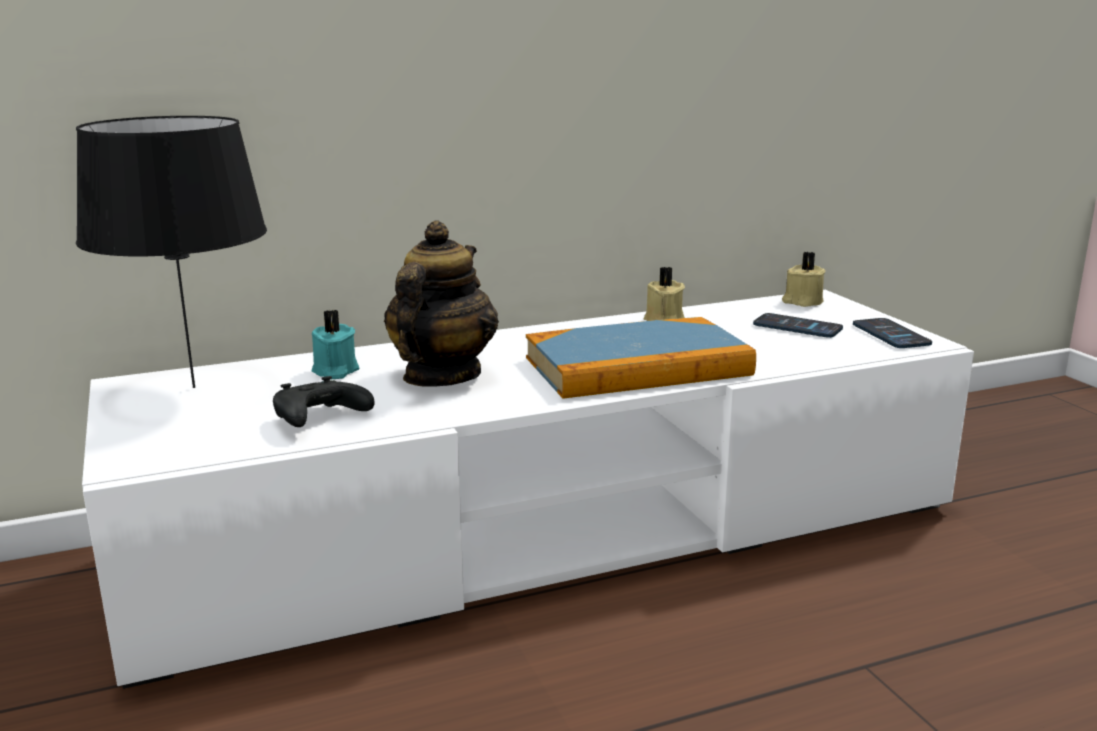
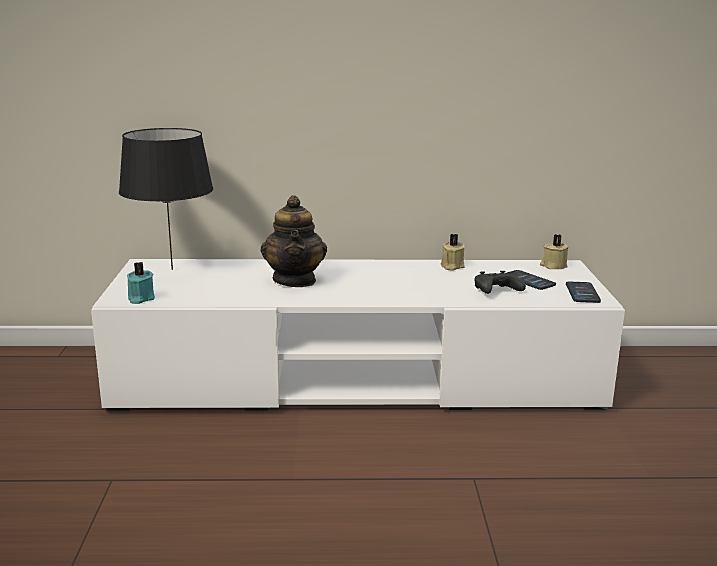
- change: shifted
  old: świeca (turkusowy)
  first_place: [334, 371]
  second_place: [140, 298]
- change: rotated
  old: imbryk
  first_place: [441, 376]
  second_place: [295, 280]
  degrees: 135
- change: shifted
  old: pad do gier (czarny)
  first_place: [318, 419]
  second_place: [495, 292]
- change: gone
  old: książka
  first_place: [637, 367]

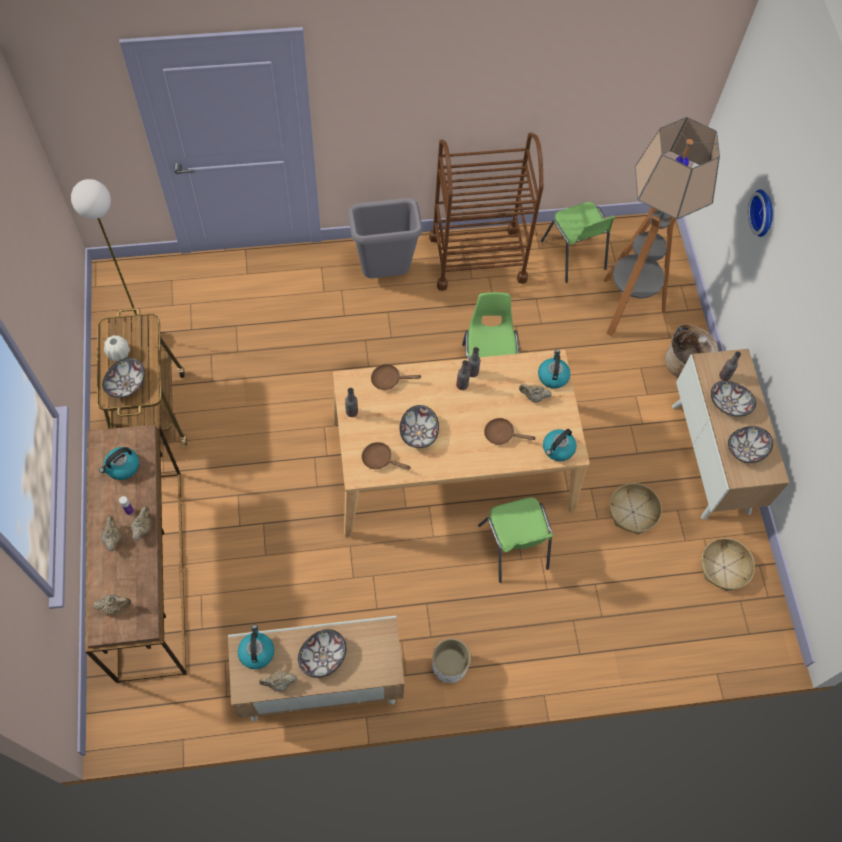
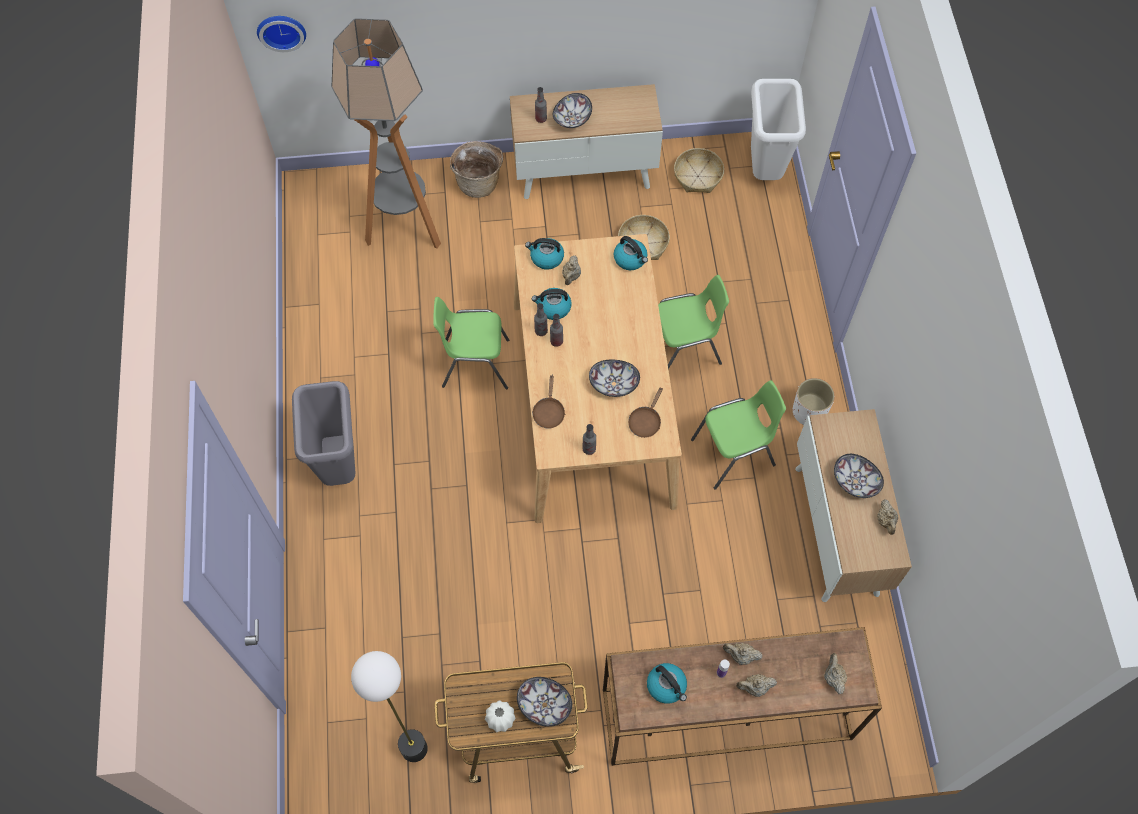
- change: shifted
  old: zegar ścienny
  first_place: [764, 212]
  second_place: [281, 30]
- change: shifted
  old: czajnik
  first_place: [256, 652]
  second_place: [553, 308]
- change: shifted
  old: krzesło (zielony)
  first_place: [574, 255]
  second_place: [734, 453]
- change: new
  new: kosz na śmieci (biały)
  second_place: [765, 170]
- change: gone
  old: wózek (brązowy)
  first_place: [477, 258]
- change: gone
  old: patelnia (brązowy)
  first_place: [502, 434]
- change: gone
  old: miska
  first_place: [745, 449]

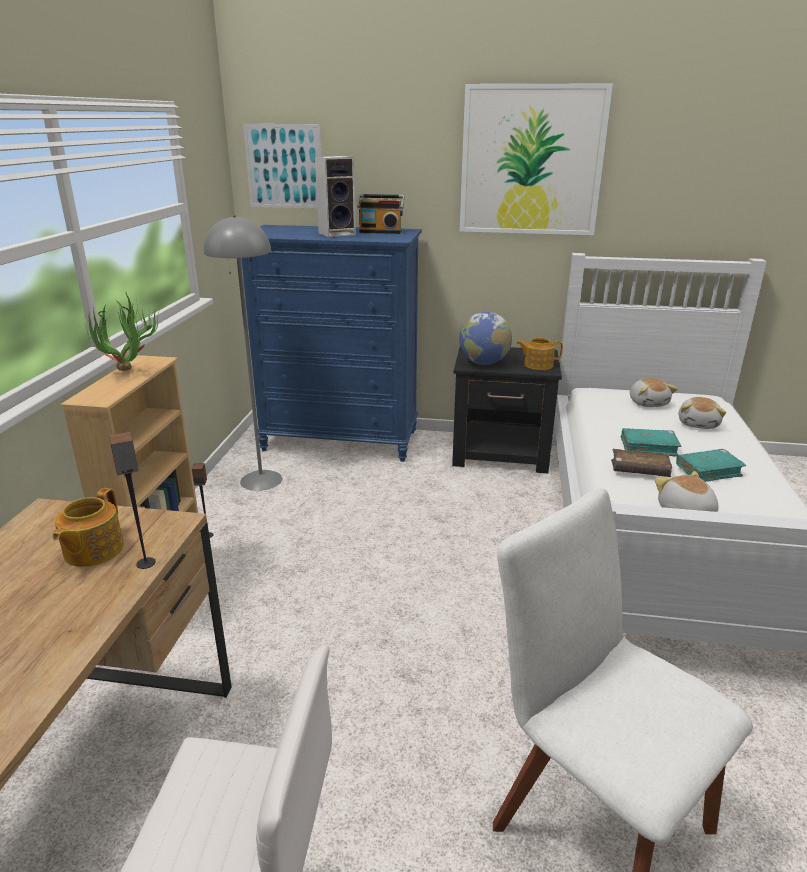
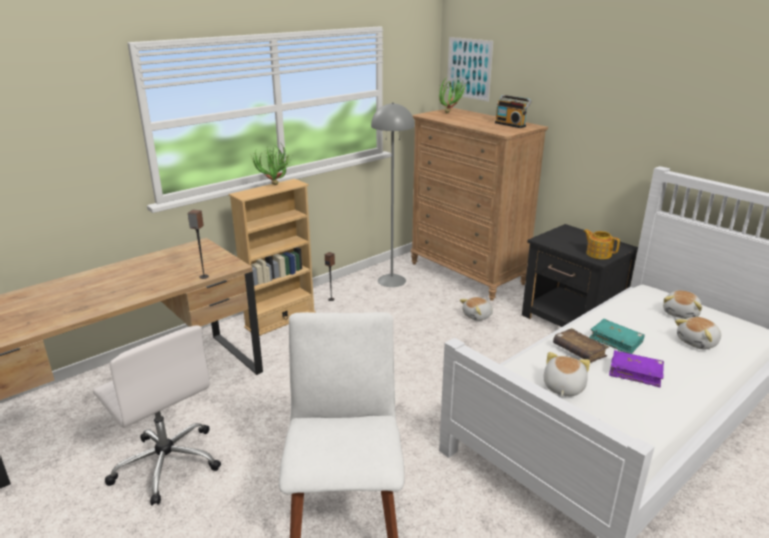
- change: repainted
  old: komoda (niebieski)
  new: komoda (brązowy)
  first_place: [340, 440]
  second_place: [467, 273]
- change: new
  new: roślina doniczkowa
  second_place: [450, 112]
- change: new
  new: pluszak
  second_place: [477, 316]
- change: repainted
  old: książka (turkusowy)
  new: książka (fioletowy)
  first_place: [708, 472]
  second_place: [635, 373]
- change: gone
  old: imbryk
  first_place: [92, 551]
- change: gone
  old: głośnik
  first_place: [338, 234]
- change: gone
  old: globus
  first_place: [483, 363]
- change: gone
  old: obraz
  first_place: [531, 161]

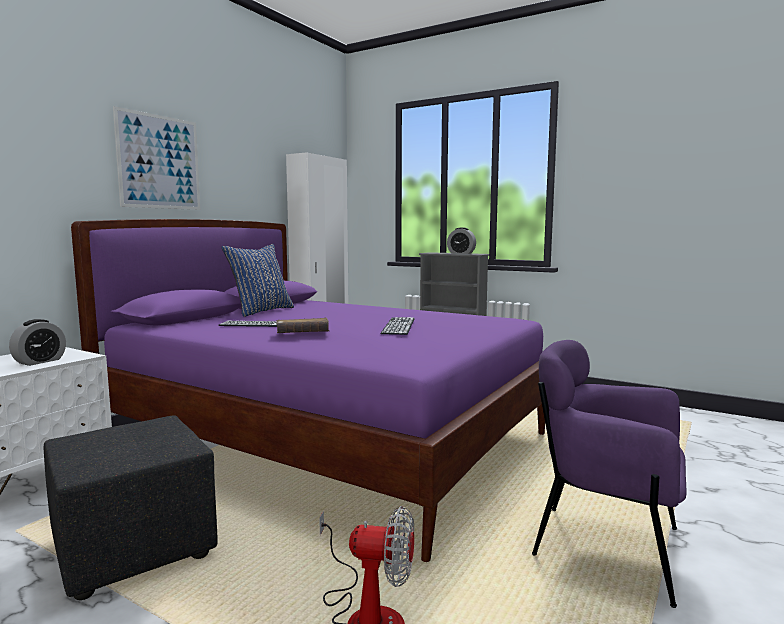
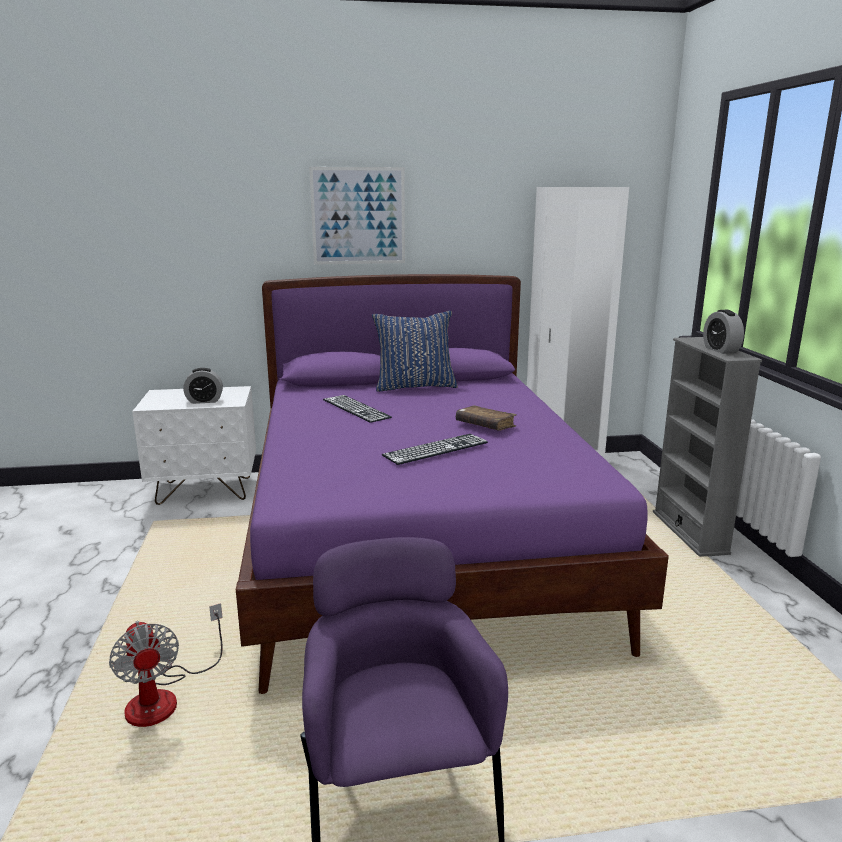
- change: shifted
  old: książka (brązowy)
  first_place: [302, 334]
  second_place: [485, 425]
- change: gone
  old: pufa (czarny)
  first_place: [135, 548]

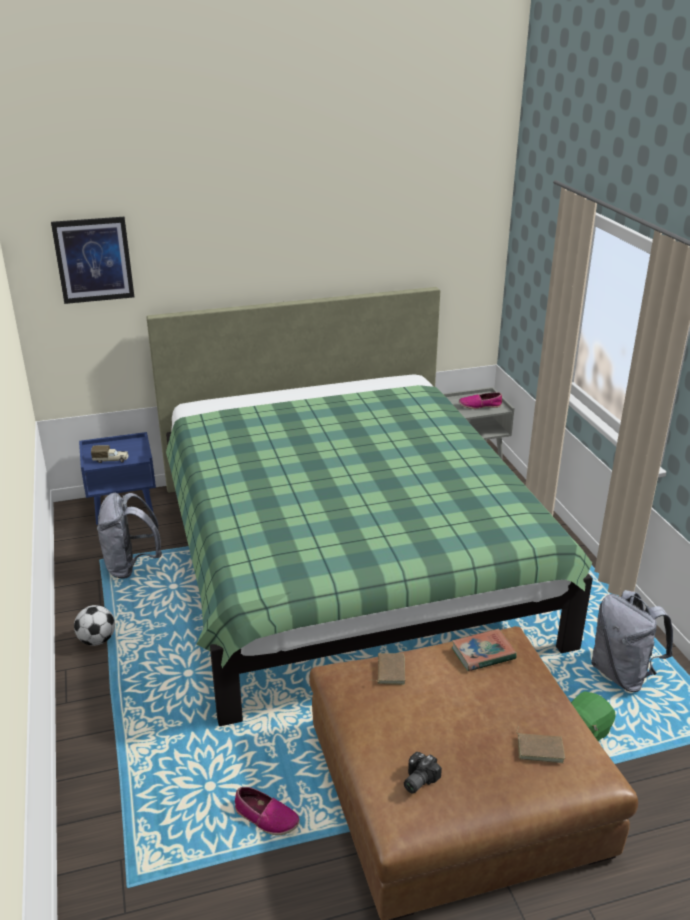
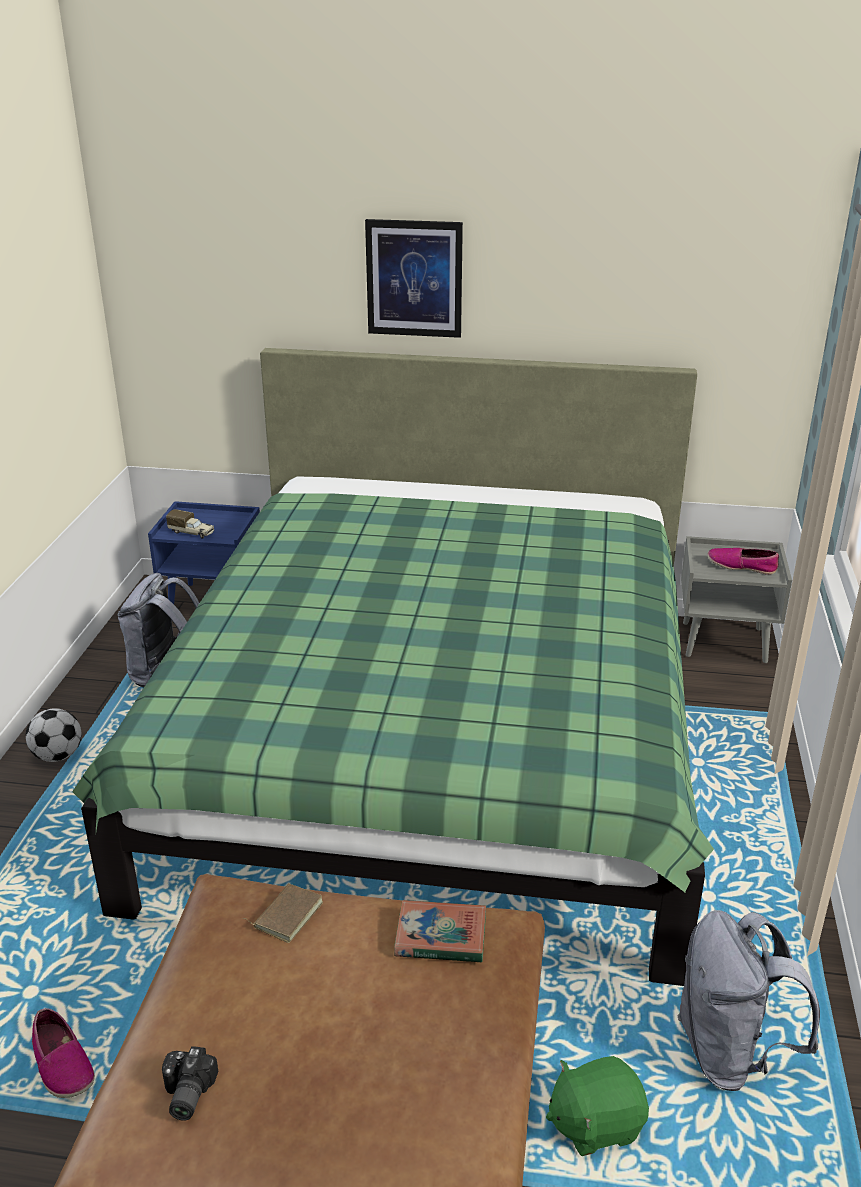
- change: rotated
  old: aparat fotograficzny
  first_place: [417, 780]
  second_place: [185, 1094]
  degrees: -60
- change: shifted
  old: obraz
  first_place: [93, 260]
  second_place: [414, 278]
- change: gone
  old: książka (brązowy)
  first_place: [540, 748]

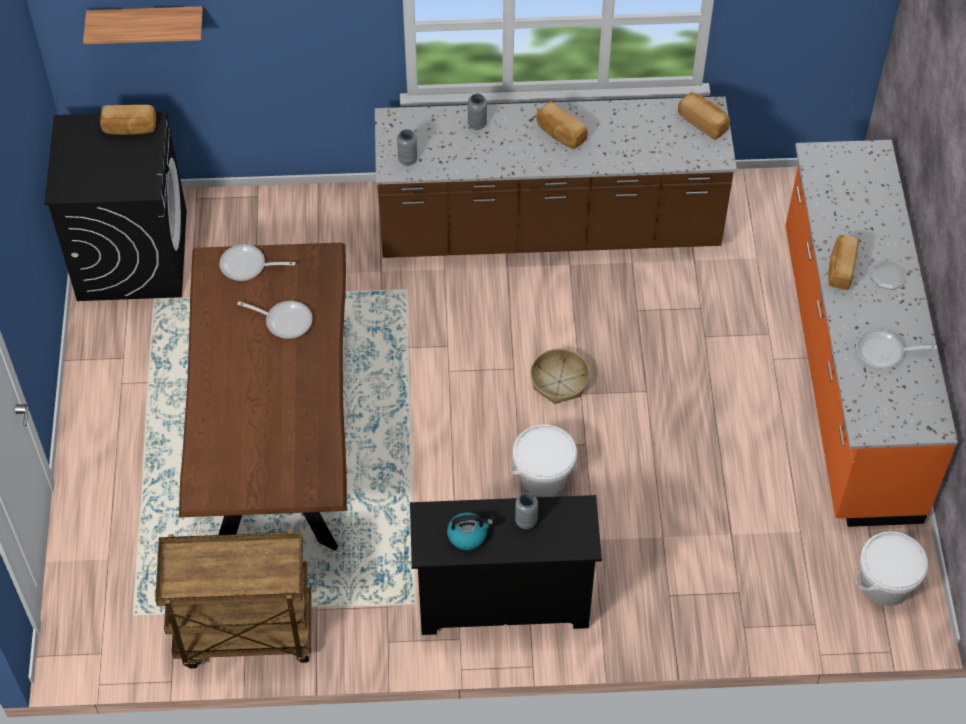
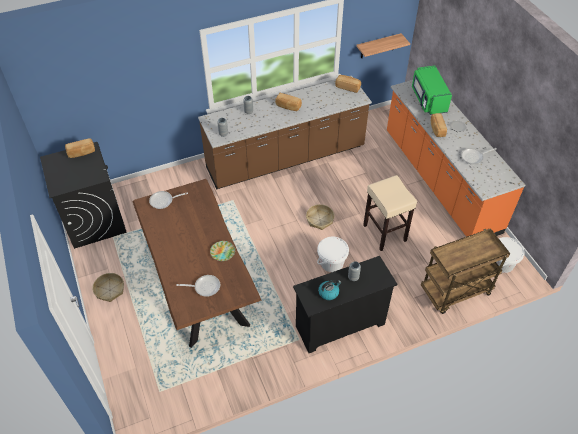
- change: new
  new: koszyk
  second_place: [109, 290]
- change: shifted
  old: patelnia
  first_place: [285, 321]
  second_place: [204, 287]
- change: new
  new: talerz
  second_place: [223, 252]
- change: shifted
  old: półka
  first_place: [147, 22]
  second_place: [378, 46]
- change: new
  new: stołek (beżowy)
  second_place: [384, 232]
- change: new
  new: mikrofalówka (zielony)
  second_place: [428, 100]
- change: shifted
  old: wózek (brązowy)
  first_place: [244, 635]
  second_place: [455, 292]

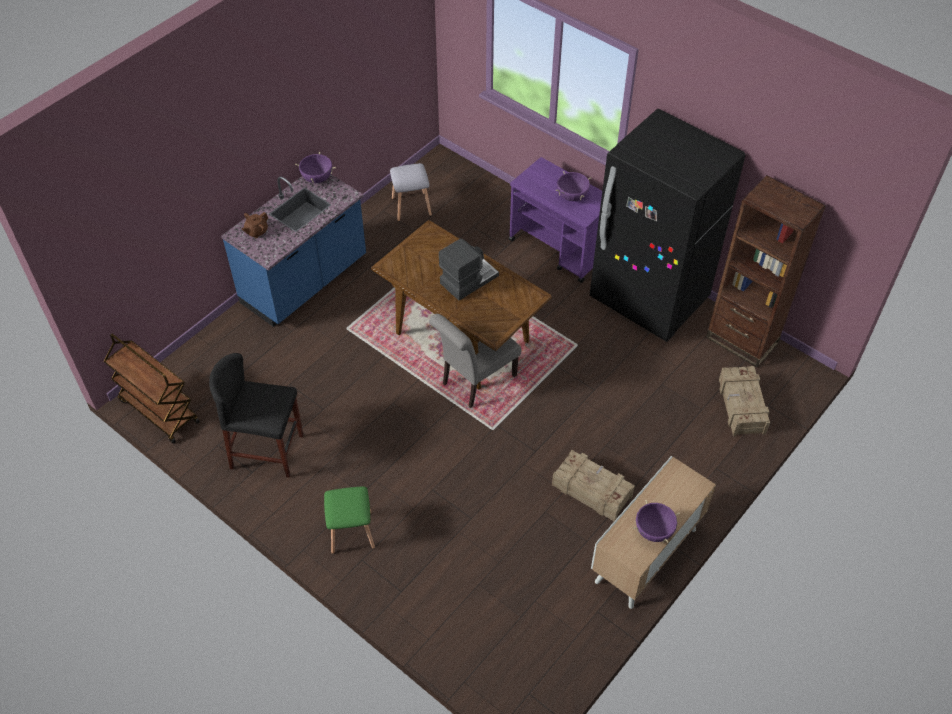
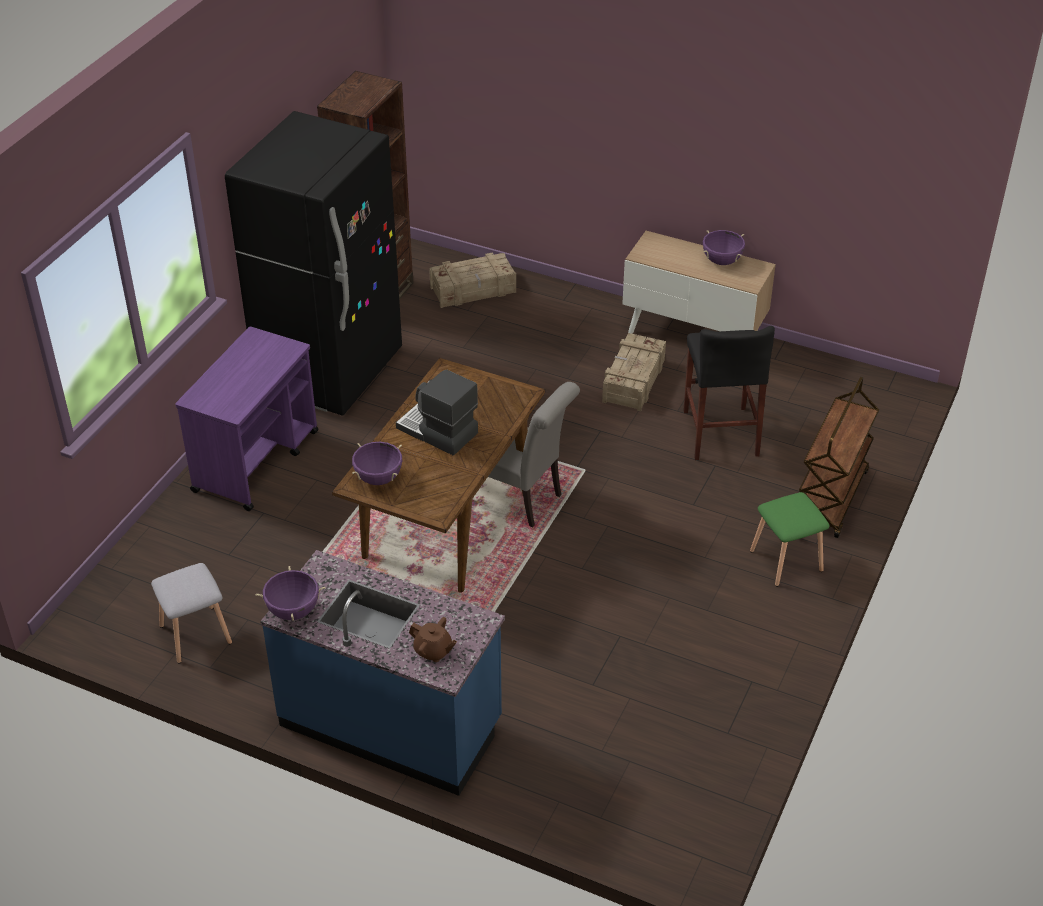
- change: shifted
  old: garnek (fioletowy)
  first_place: [572, 196]
  second_place: [378, 478]
- change: shifted
  old: stołek (czarny)
  first_place: [267, 451]
  second_place: [720, 433]
- change: shifted
  old: wózek (brązowy)
  first_place: [158, 411]
  second_place: [831, 499]

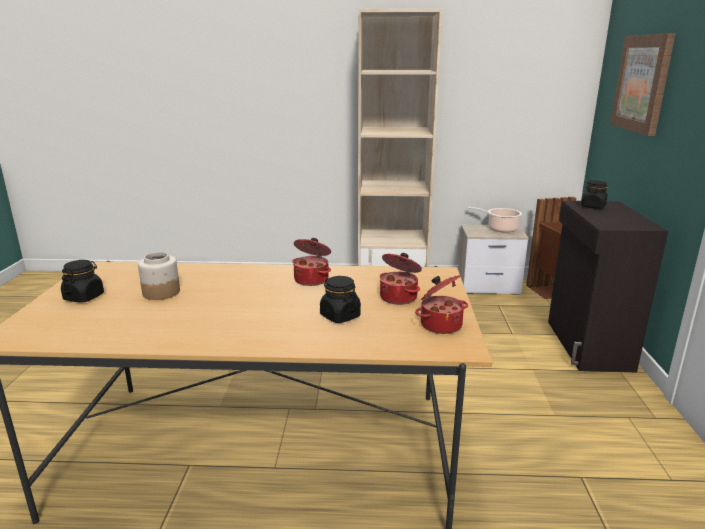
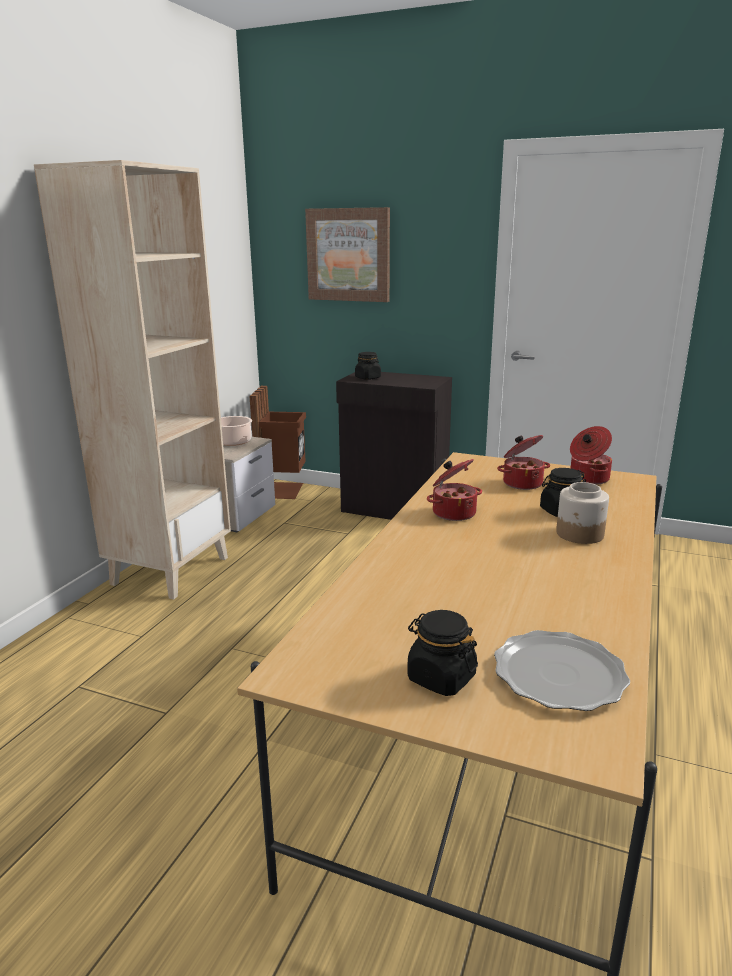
- change: new
  new: talerz
  second_place: [558, 675]
- change: shifted
  old: słoik
  first_place: [160, 292]
  second_place: [580, 534]

